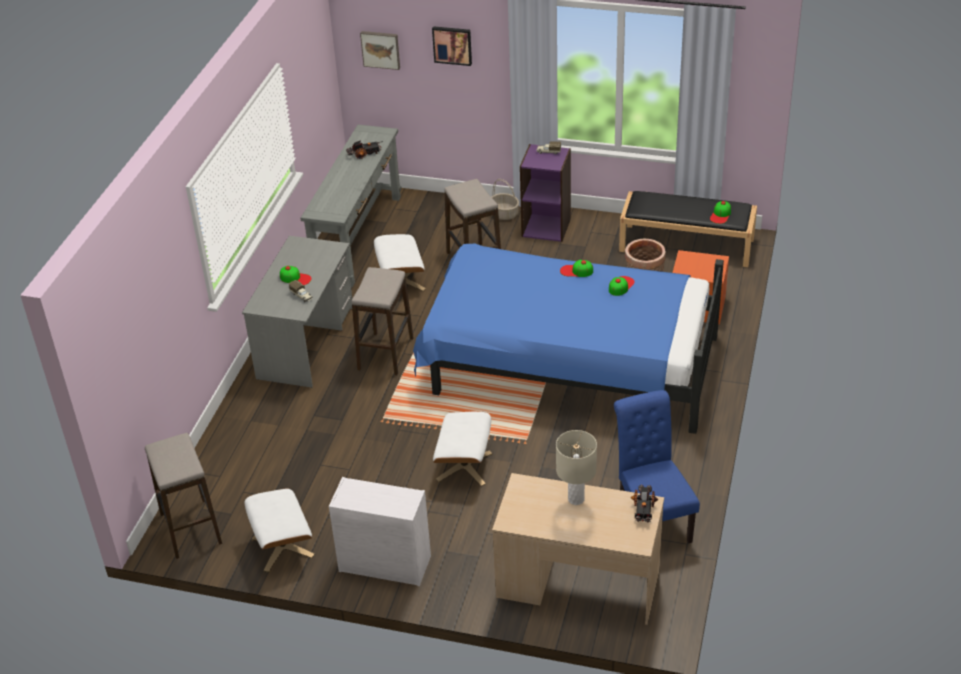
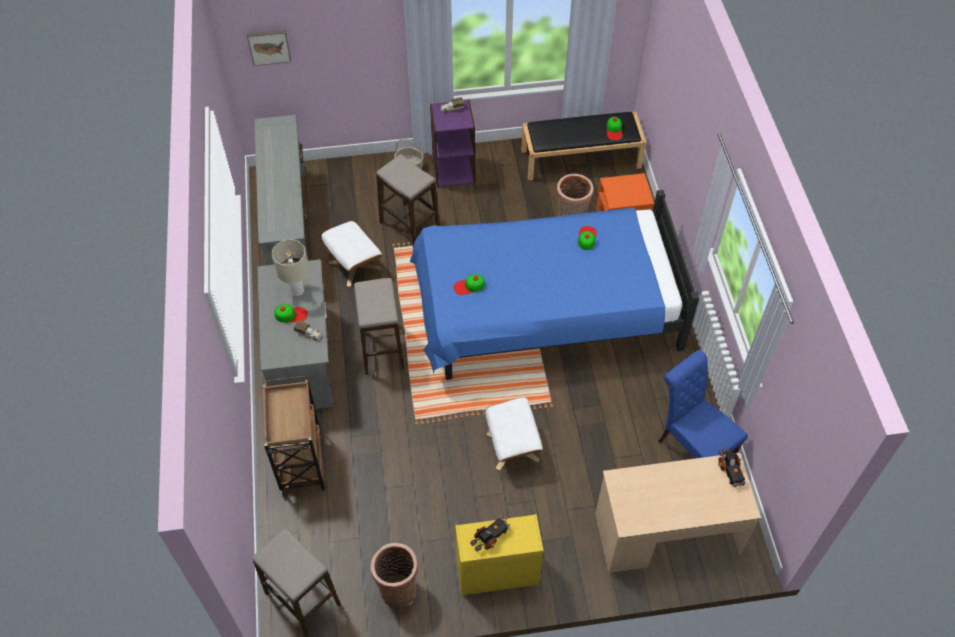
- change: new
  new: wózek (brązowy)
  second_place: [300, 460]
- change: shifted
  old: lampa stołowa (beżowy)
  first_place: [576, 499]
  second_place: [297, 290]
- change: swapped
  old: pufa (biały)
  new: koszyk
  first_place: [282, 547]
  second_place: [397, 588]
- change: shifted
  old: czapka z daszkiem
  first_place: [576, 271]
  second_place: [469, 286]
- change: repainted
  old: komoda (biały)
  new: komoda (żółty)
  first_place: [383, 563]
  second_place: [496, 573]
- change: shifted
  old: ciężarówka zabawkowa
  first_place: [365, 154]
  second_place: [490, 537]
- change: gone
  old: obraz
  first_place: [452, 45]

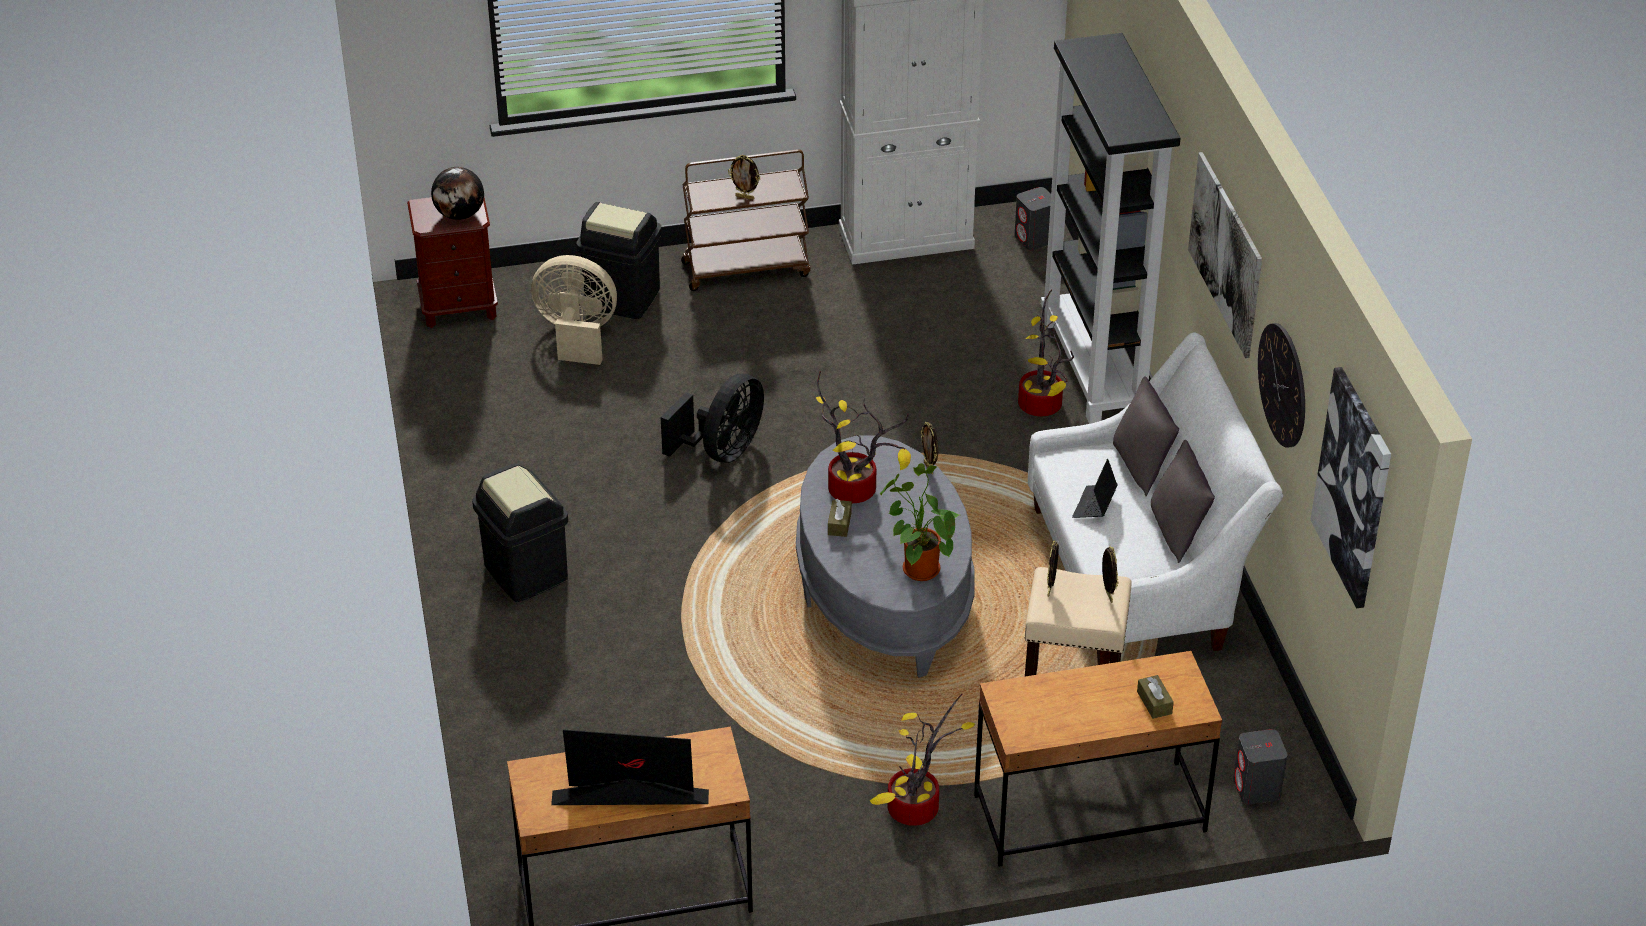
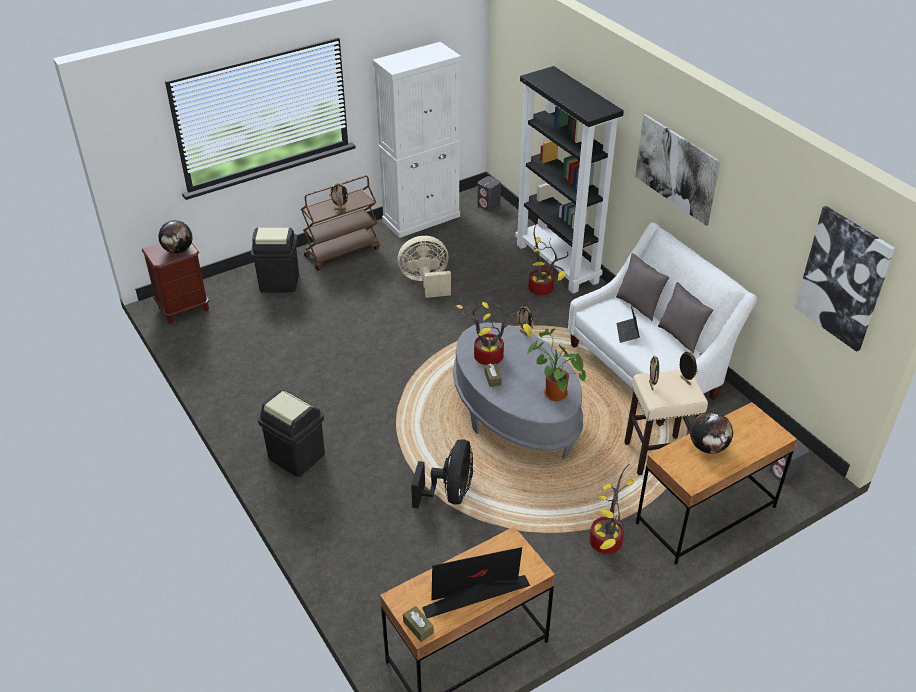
- change: shifted
  old: wentylator (beżowy)
  first_place: [576, 335]
  second_place: [426, 283]
- change: shifted
  old: pudełko chusteczek (brązowy)
  first_place: [1154, 702]
  second_place: [418, 627]
- change: shifted
  old: wentylator (czarny)
  first_place: [722, 451]
  second_place: [450, 493]
- change: new
  new: globus
  second_place: [708, 447]
- change: gone
  old: zegar ścienny
  first_place: [1283, 385]

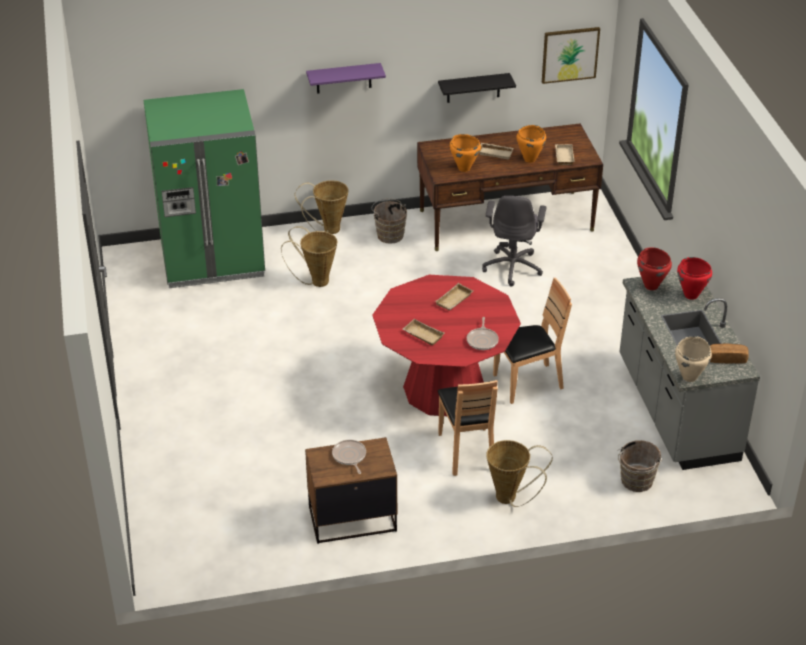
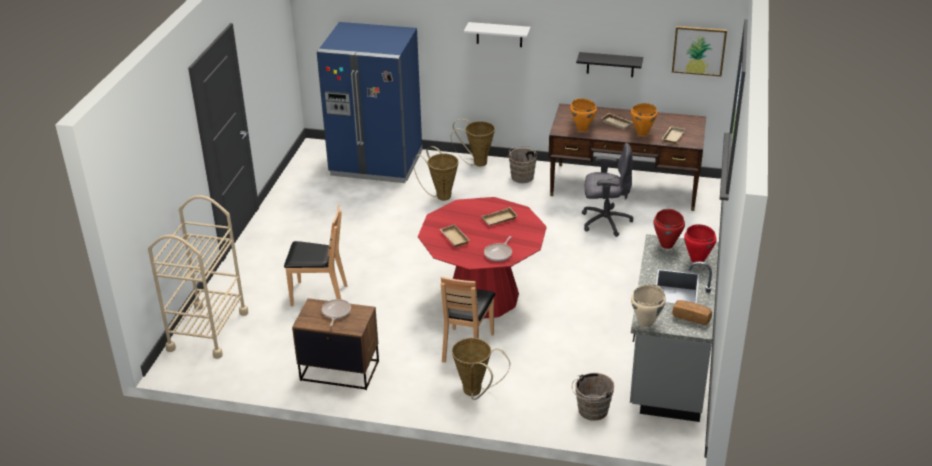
- change: new
  new: wózek (beżowy)
  second_place: [208, 331]
- change: shifted
  old: krzesło (brązowy)
  first_place: [527, 383]
  second_place: [318, 294]
- change: repainted
  old: lodówka (zielony)
  new: lodówka (niebieski)
  first_place: [212, 259]
  second_place: [376, 163]
- change: repainted
  old: półka (fioletowy)
  new: półka (biały)
  first_place: [343, 78]
  second_place: [499, 34]
- change: rotated
  old: krzesło biurowe (szary)
  first_place: [513, 267]
  second_place: [605, 222]
  degrees: -120

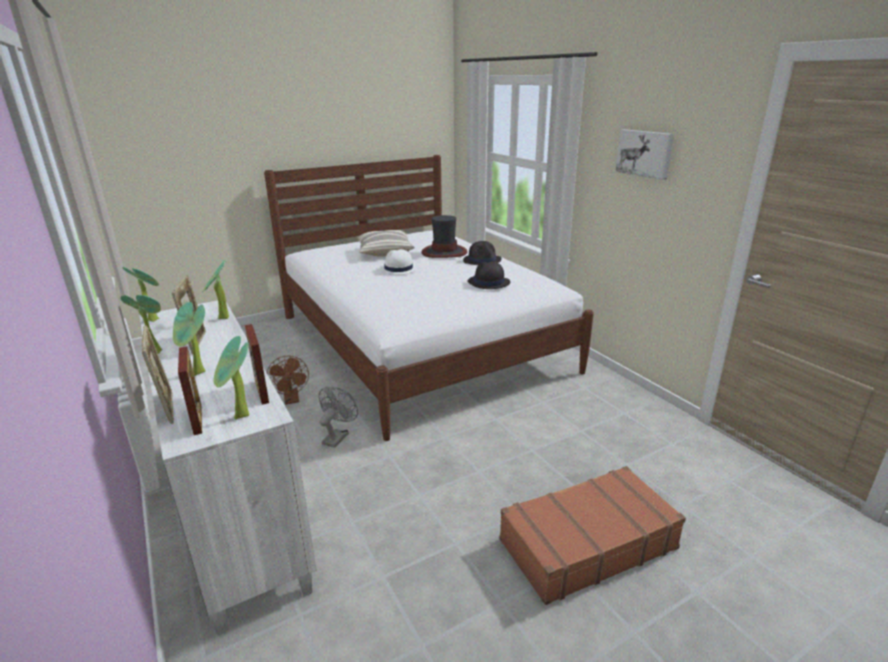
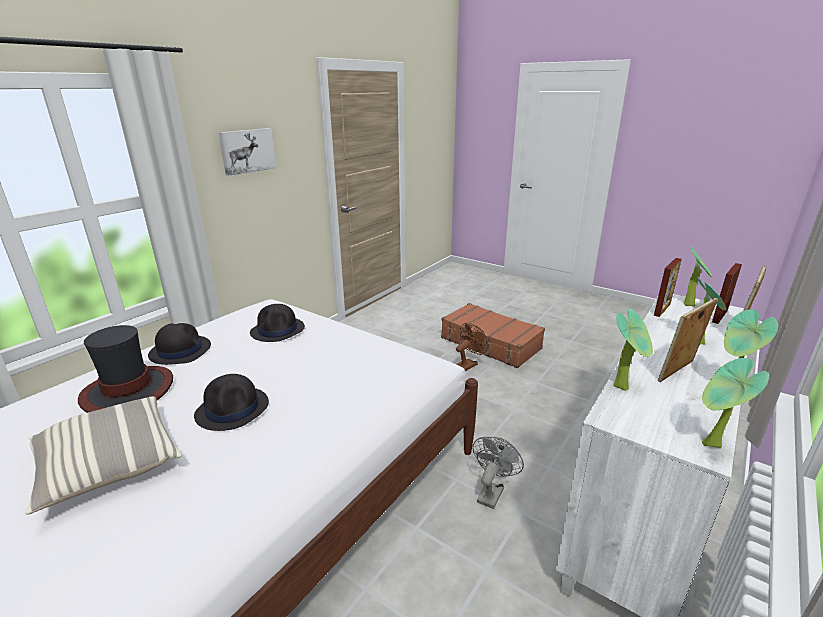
- change: repainted
  old: kapelusz (biały)
  new: kapelusz (czarny)
  first_place: [398, 269]
  second_place: [233, 409]
- change: shifted
  old: wentylator (brązowy)
  first_place: [292, 400]
  second_place: [468, 364]
- change: rotated
  old: wentylator (szary)
  first_place: [338, 436]
  second_place: [491, 491]
  degrees: 120

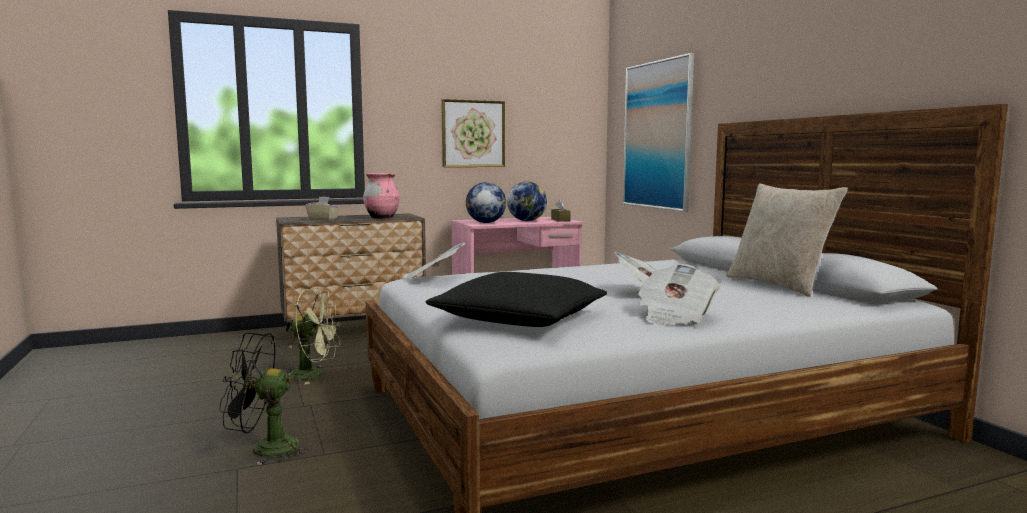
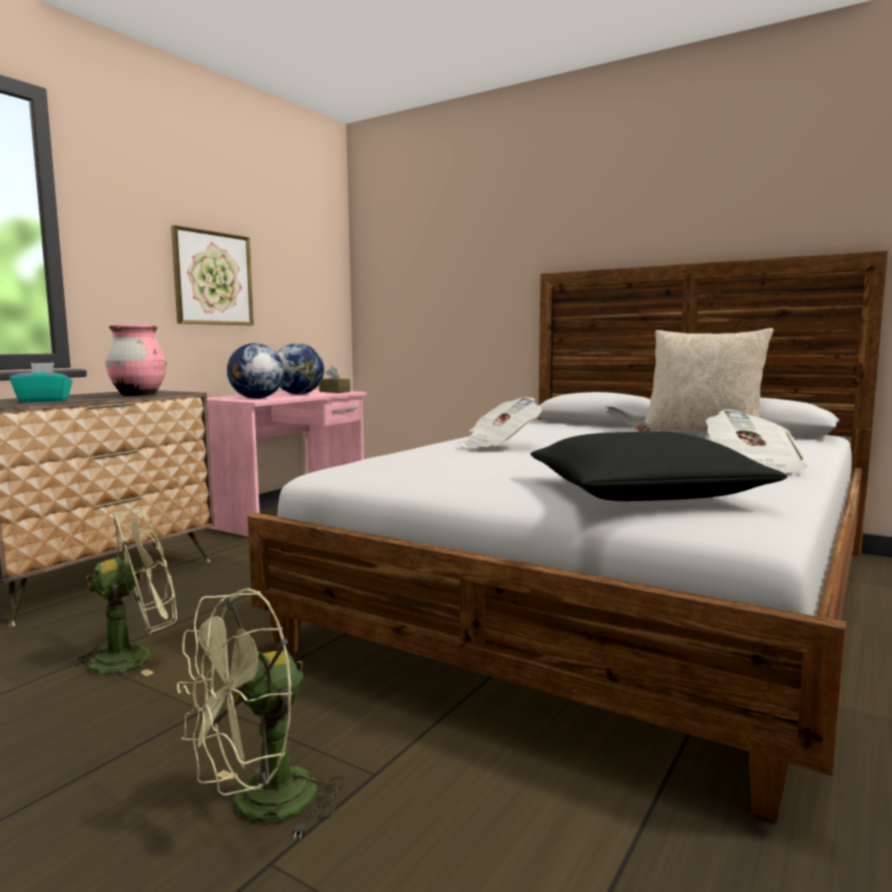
- change: repainted
  old: pudełko chusteczek (beżowy)
  new: pudełko chusteczek (turkusowy)
  first_place: [323, 219]
  second_place: [44, 401]
- change: repainted
  old: wentylator (czarny)
  new: wentylator (zielony)
  first_place: [264, 449]
  second_place: [258, 807]
- change: shifted
  old: gazeta
  first_place: [432, 278]
  second_place: [499, 444]
- change: gone
  old: obraz
  first_place: [657, 135]

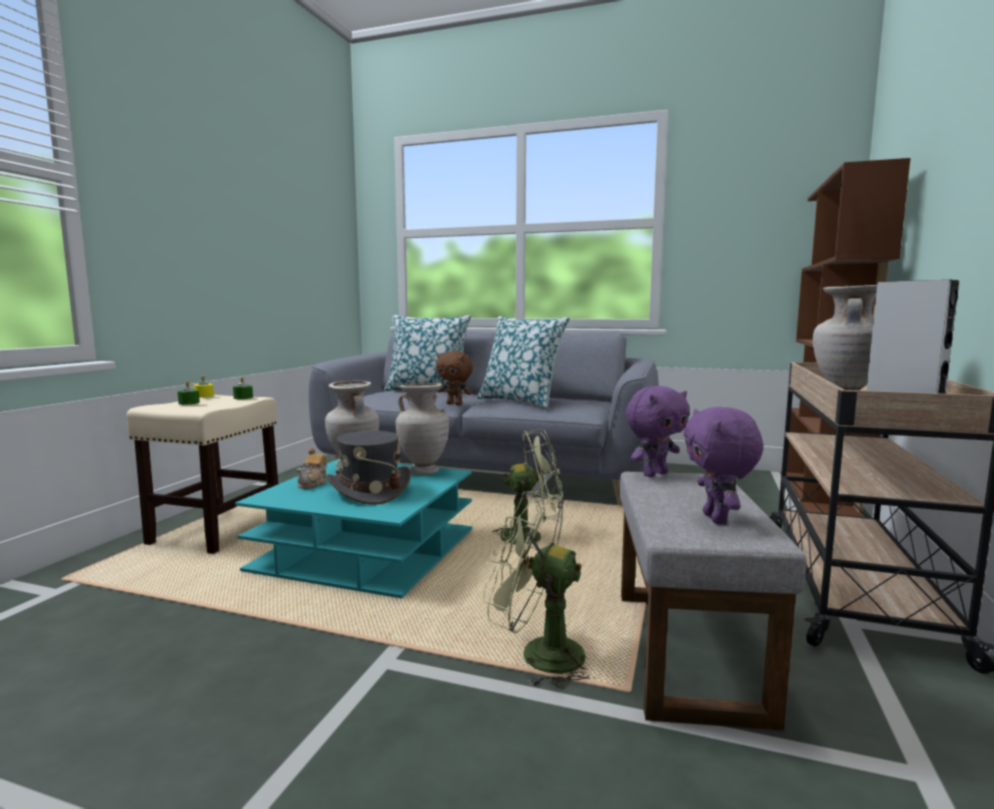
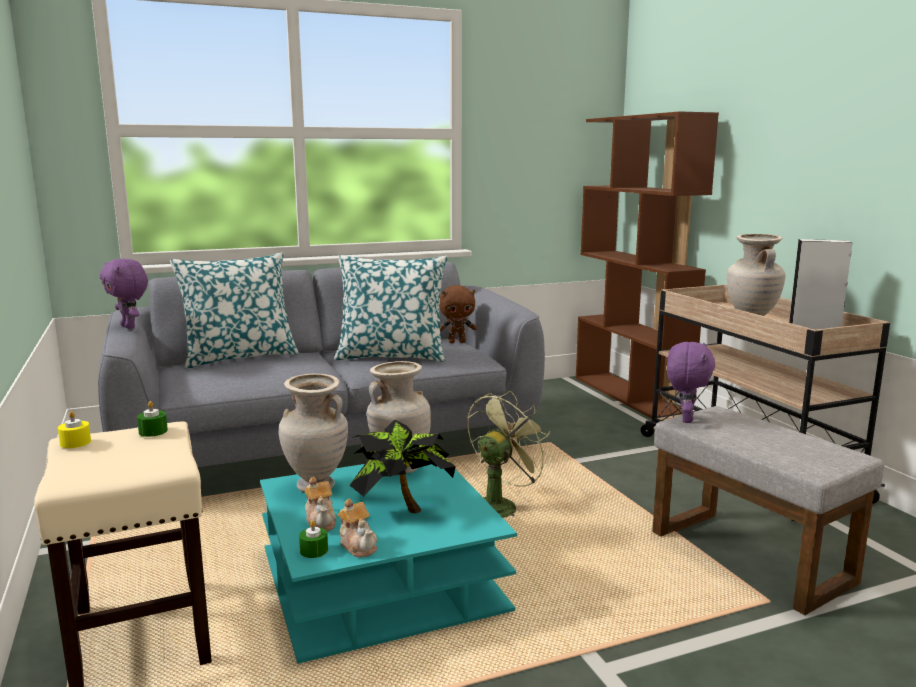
- change: shifted
  old: pluszak (fioletowy)
  first_place: [717, 519]
  second_place: [129, 327]
- change: shifted
  old: świeca (zielony)
  first_place: [189, 403]
  second_place: [314, 550]
- change: new
  new: imbryk
  second_place: [358, 545]
- change: swapped
  old: kapelusz (szary)
  new: roślina doniczkowa
  first_place: [369, 490]
  second_place: [402, 508]
- change: shifted
  old: pluszak (brązowy)
  first_place: [455, 404]
  second_place: [457, 342]
- change: gone
  old: wentylator (zielony)
  first_place: [538, 655]

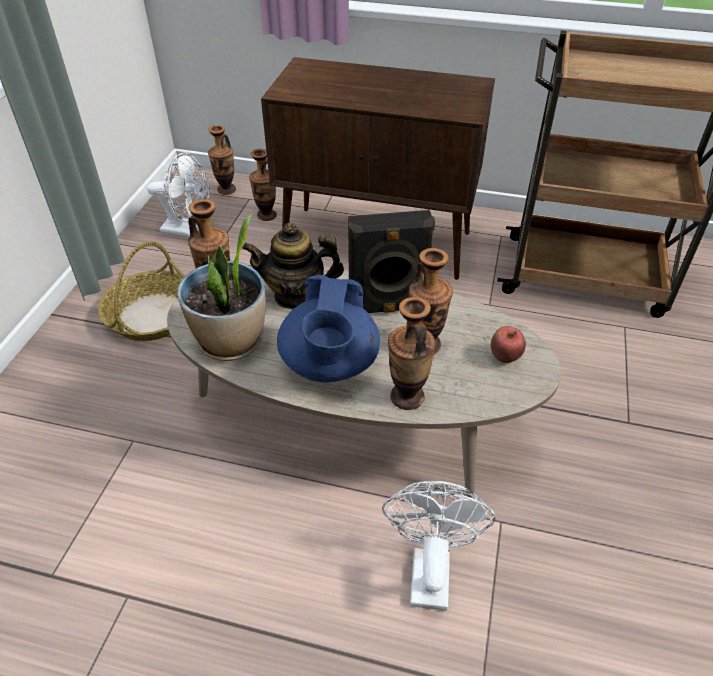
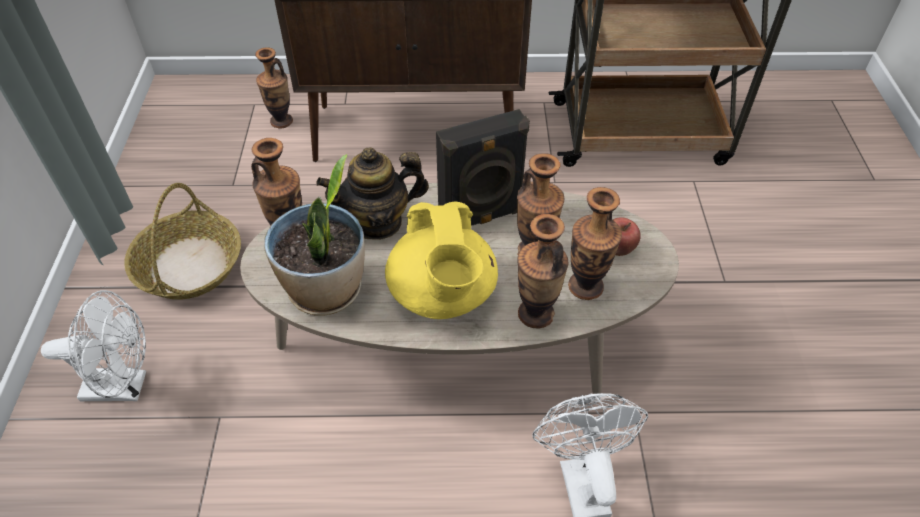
- change: shifted
  old: wentylator (biały)
  first_place: [189, 231]
  second_place: [124, 386]
- change: repainted
  old: imbryk (niebieski)
  new: imbryk (żółty)
  first_place: [329, 365]
  second_place: [443, 295]
- change: shifted
  old: wazon
  first_place: [226, 190]
  second_place: [585, 286]

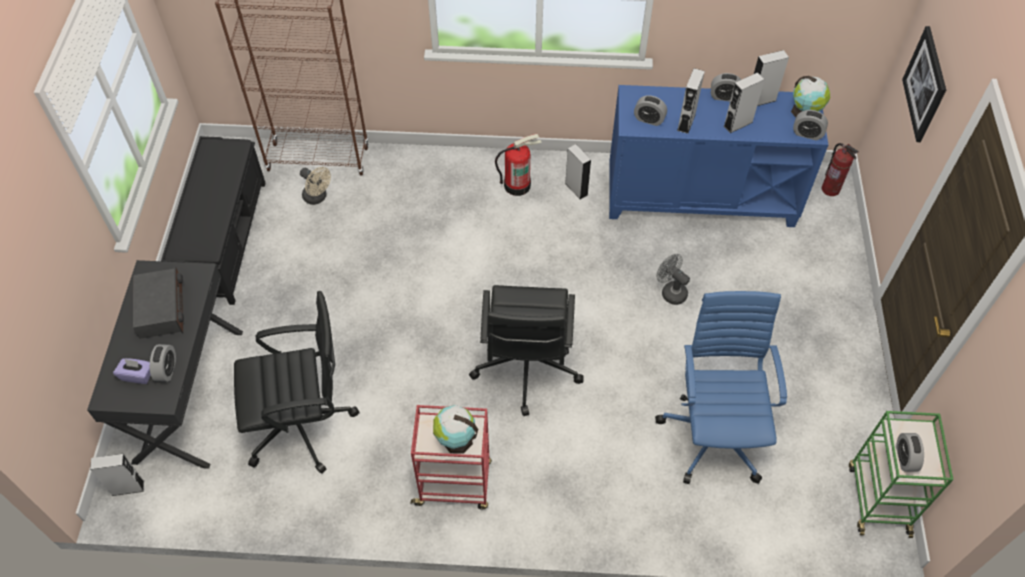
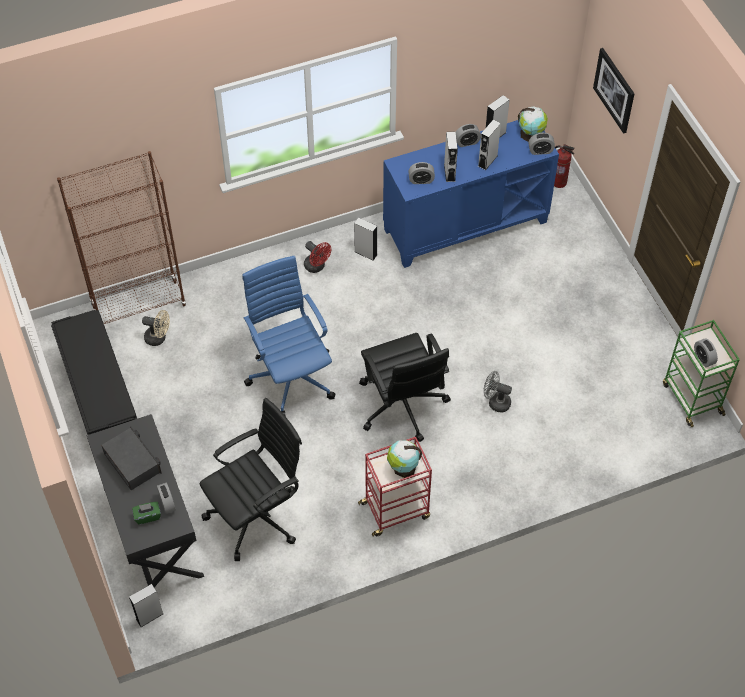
- change: repainted
  old: pudełko chusteczek (fioletowy)
  new: pudełko chusteczek (zielony)
  first_place: [137, 375]
  second_place: [147, 516]
- change: shifted
  old: krzesło biurowe (niebieski)
  first_place: [715, 432]
  second_place: [291, 376]
- change: swapped
  old: gaśnica
  new: wentylator (czerwony)
  first_place: [517, 185]
  second_place: [317, 267]
- change: shifted
  old: wentylator (szary)
  first_place: [670, 291]
  second_place: [495, 402]

